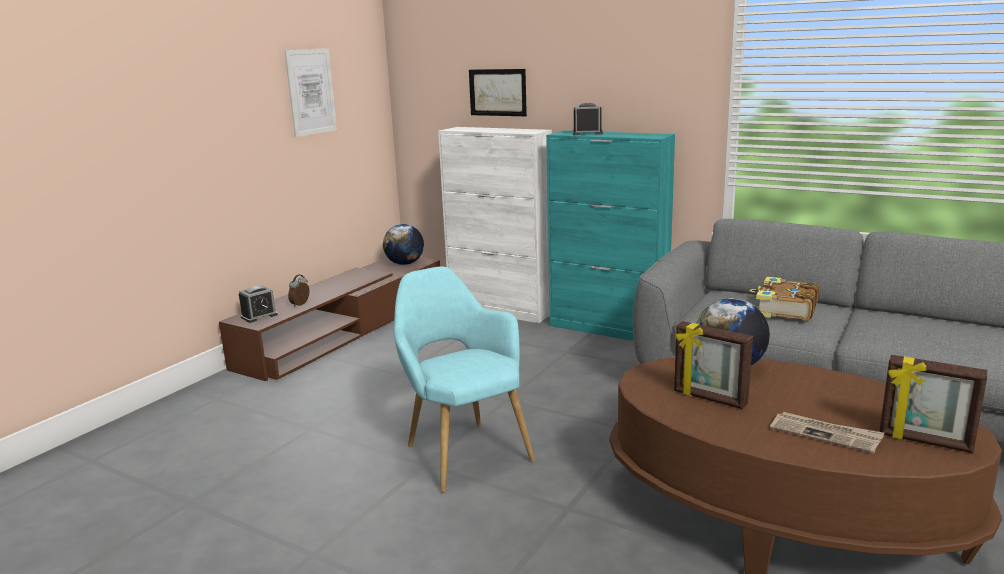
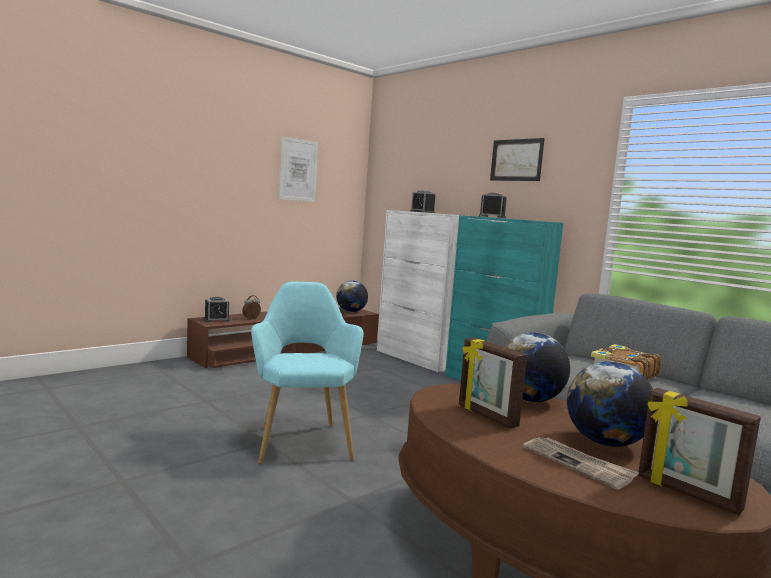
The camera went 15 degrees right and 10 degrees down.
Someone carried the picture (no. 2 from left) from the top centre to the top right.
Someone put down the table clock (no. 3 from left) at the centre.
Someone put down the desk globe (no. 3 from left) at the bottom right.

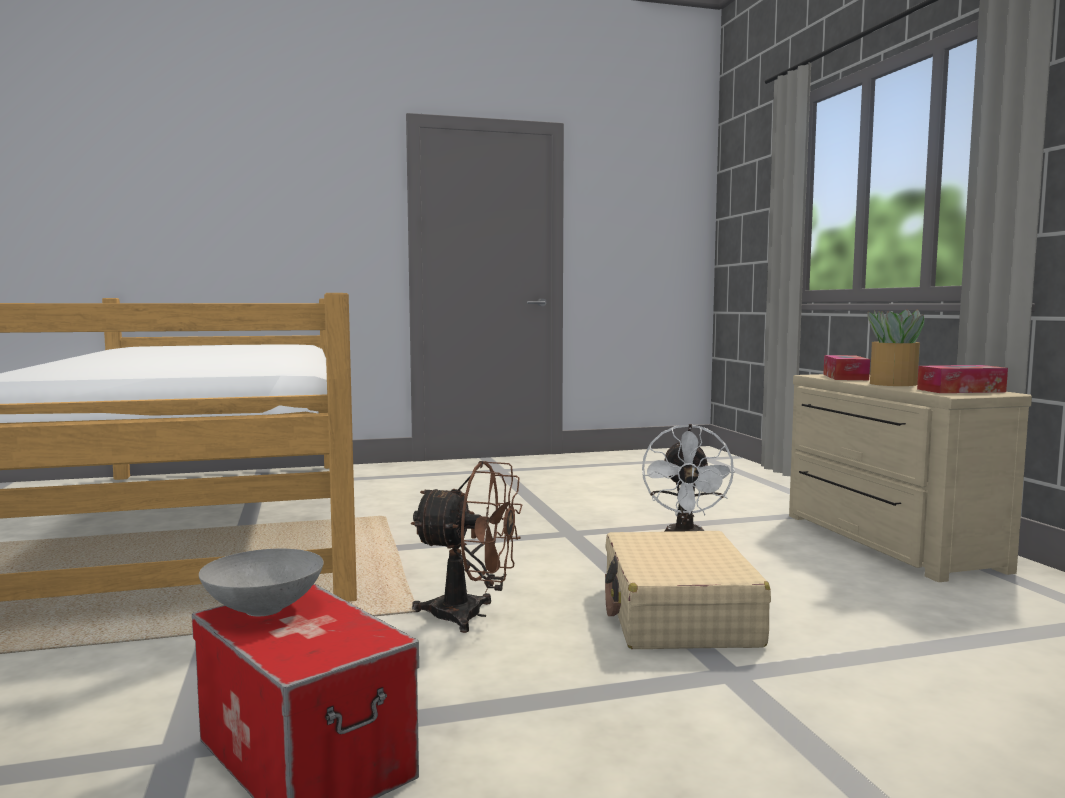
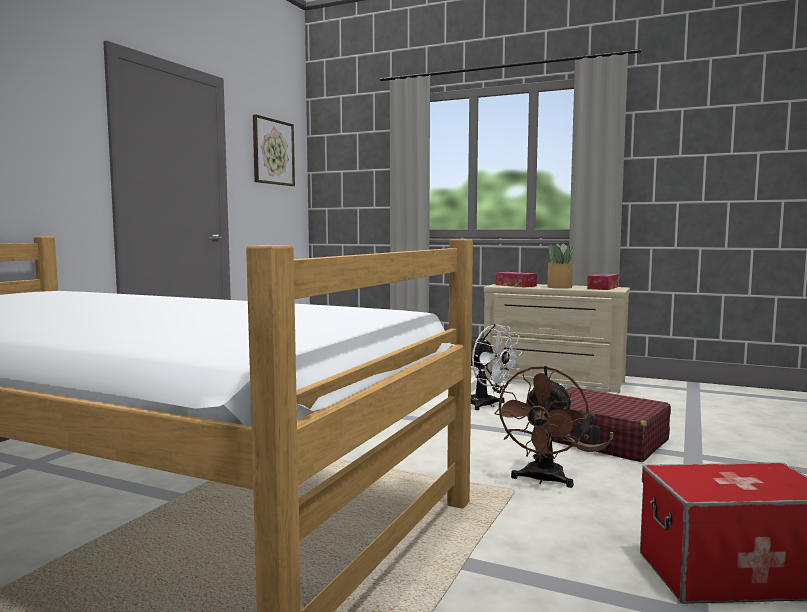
The camera went 50 degrees left and 0 degrees up.
Someone took away the greyish bowl at the bottom left.
Someone rotated the brown electric fan at the bottom centre by 150 degrees clockwise.
Someone repainted the beige piece of luggage at the bottom centre, which became the red-coloured piece of luggage at the bottom right.
Someone put up the picture at the top centre.

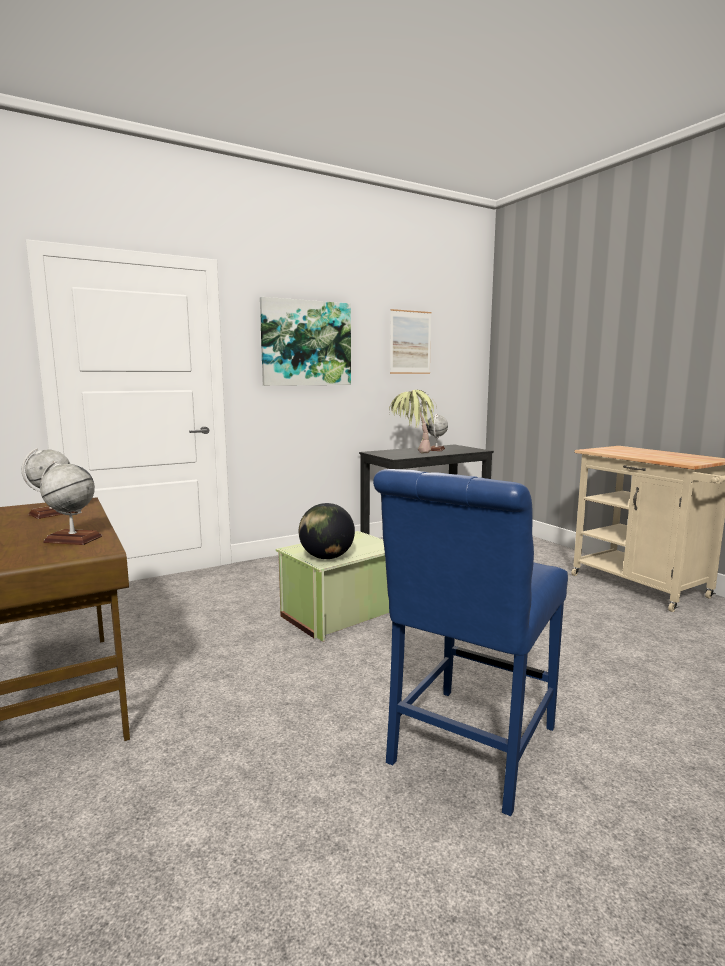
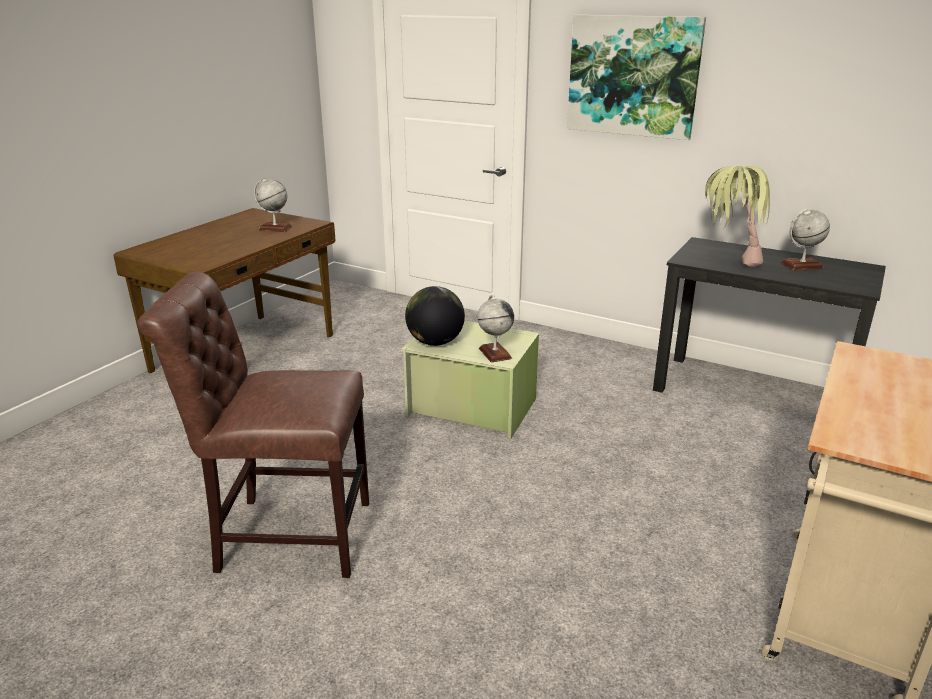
The camera went 60 degrees right and 15 degrees up.
Someone carried the desk globe (no. 2 from left in the first image) from the middle left to the centre.
Someone repainted the blue-coloured chair at the centre, which became the brown chair at the middle left.
Someone took away the picture (no. 2 from left) at the centre.

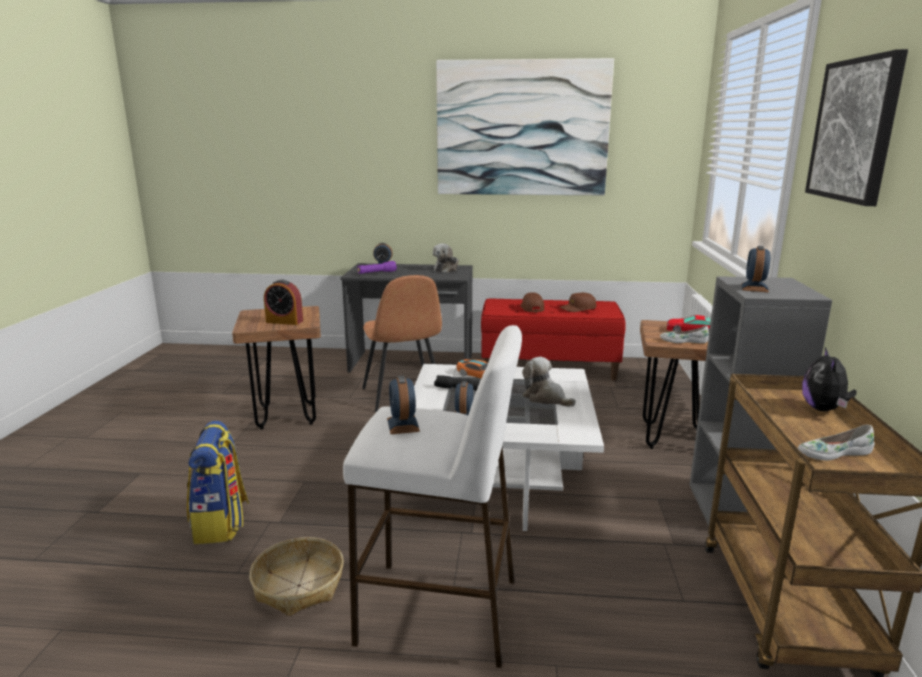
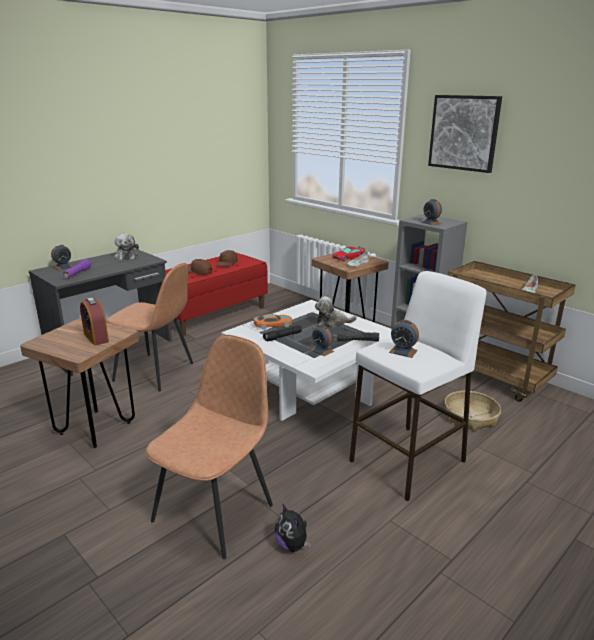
The camera went 50 degrees left and 5 degrees up.
Someone swapped the rucksack at the bottom left for the brown chair (no. 2 from left) at the bottom centre.
Someone carried the household basket from the bottom left to the middle right.
Someone rotated the table clock (no. 1 from left in the first image) at the middle left by 90 degrees clockwise.
Someone took away the picture (no. 1 from left) at the top centre.
Someone carried the cuddly toy (no. 3 from left in the first image) from the middle right to the bottom centre.
Someone put down the black-coloured hand torch (no. 2 from left) at the centre.

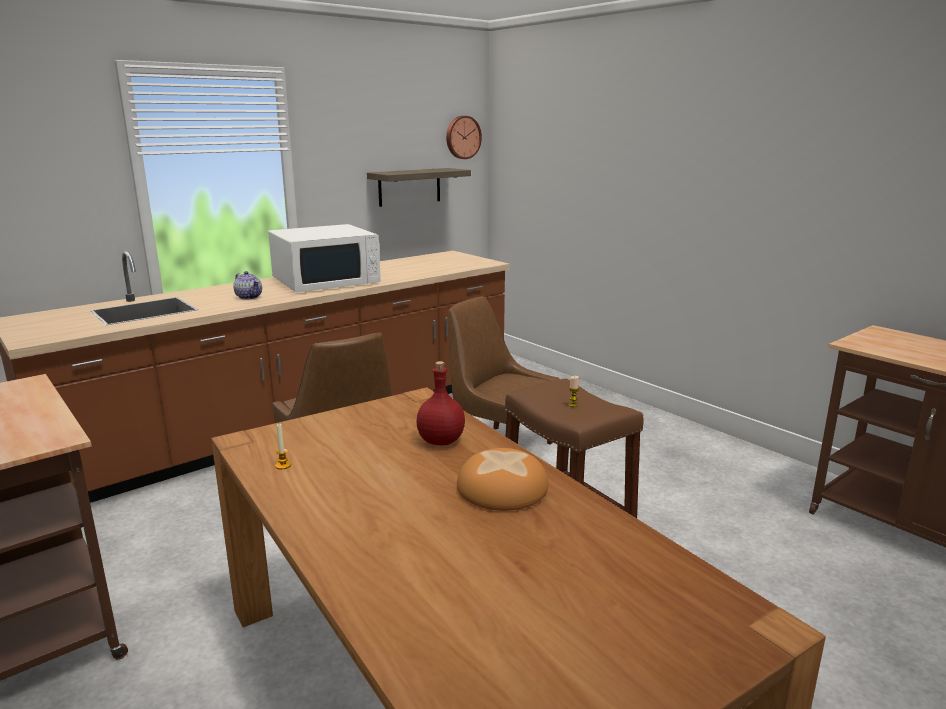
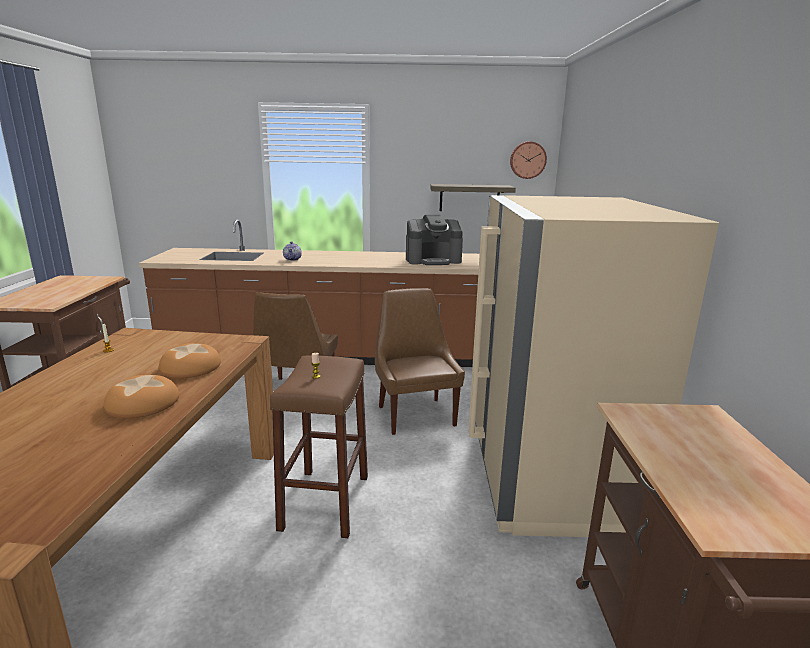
The camera went 40 degrees right and 0 degrees up.
Someone took away the whitish kitchen microwave at the centre.
Someone swapped the red-coloured bottle at the centre for the baked bread (no. 2 from left) at the middle left.
Someone put down the coffee maker at the centre.
Someone put down the beige kitchen fridge at the middle right.

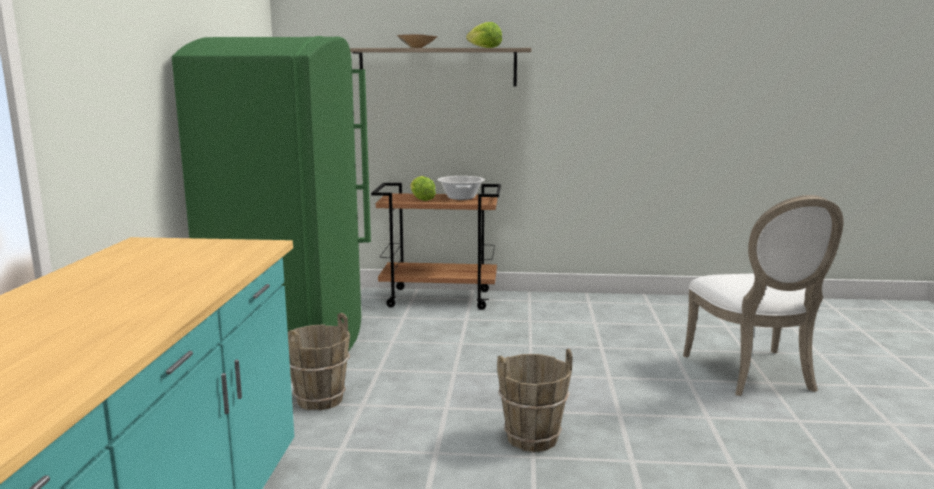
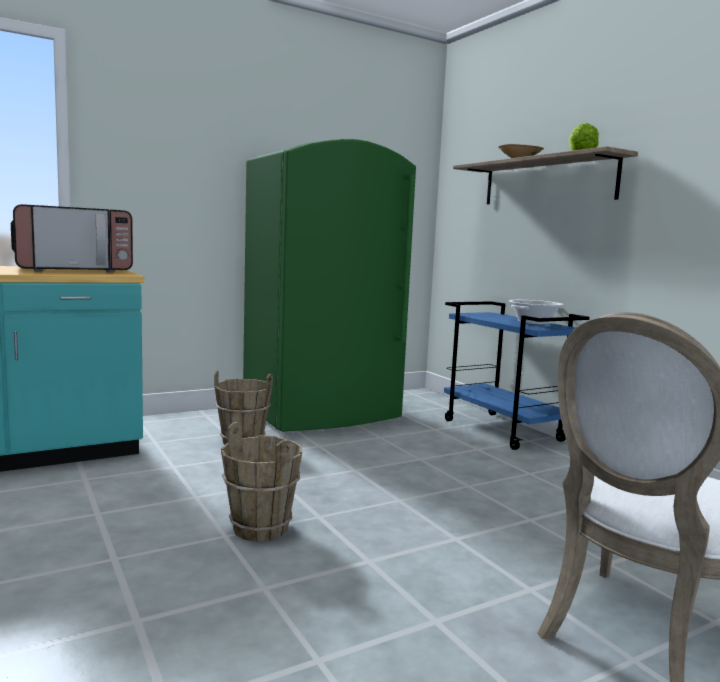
The camera went 55 degrees right and 5 degrees down.
Someone repainted the brown wheeled cart at the centre, which became the blue-coloured wheeled cart at the middle right.
Someone took away the lettuce head (no. 1 from left) at the centre.
Someone put down the kitchen microwave at the middle left.

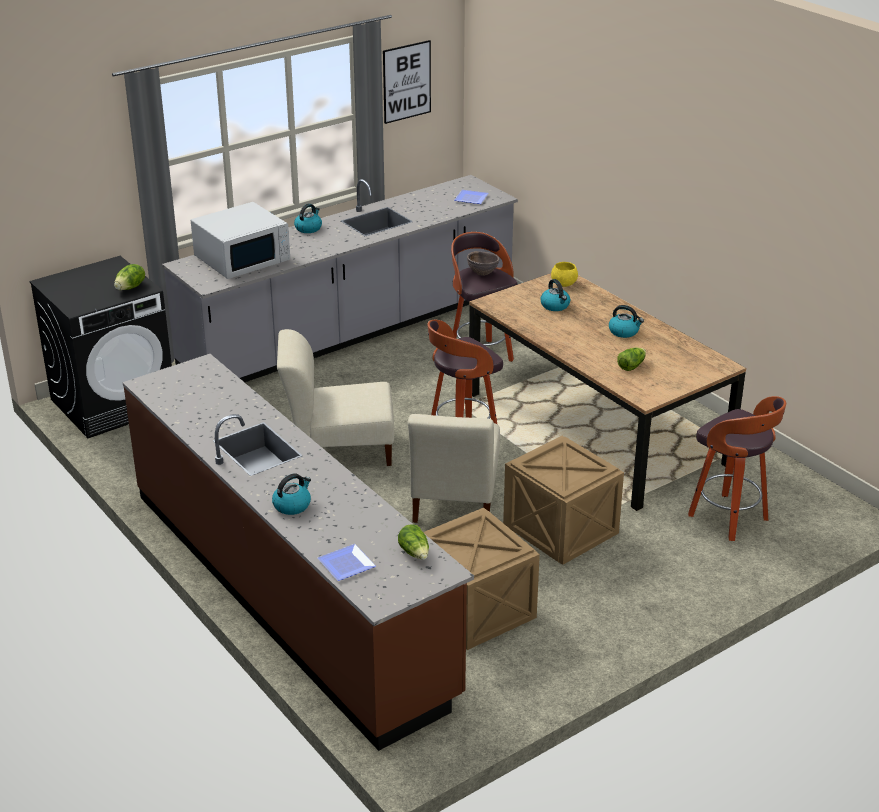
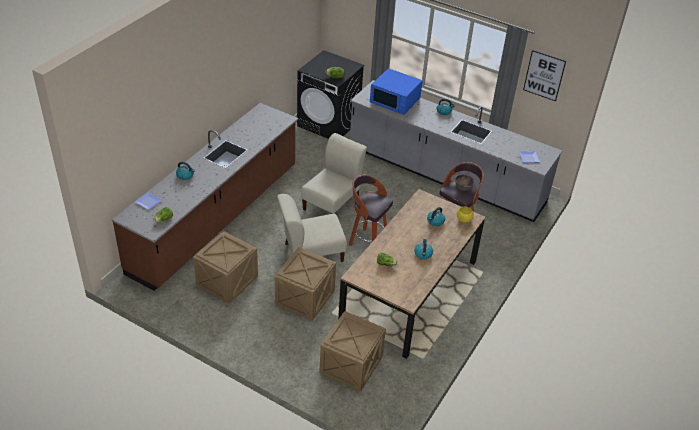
The camera went 65 degrees right and 10 degrees up.
Someone repainted the whitish kitchen microwave at the top left, which became the blue-coloured kitchen microwave at the top centre.
Someone rotated the beige chair (no. 1 from left in the first image) at the centre by 60 degrees clockwise.
Someone swapped the sitting stool (no. 3 from left) at the middle right for the packing crate (no. 3 from left) at the bottom centre.

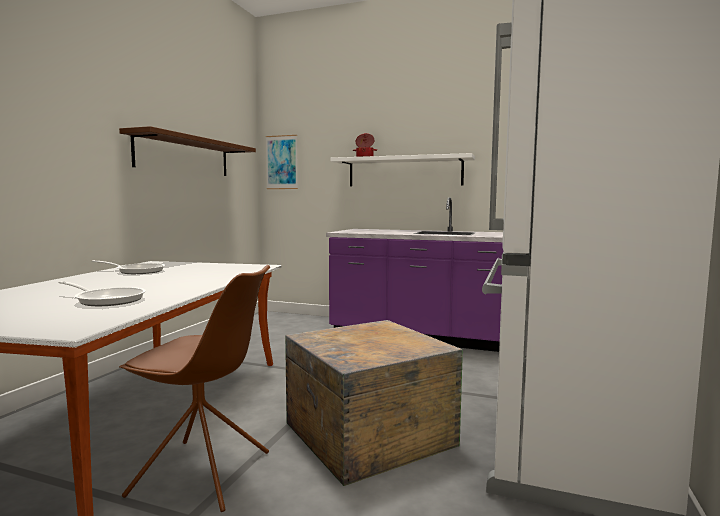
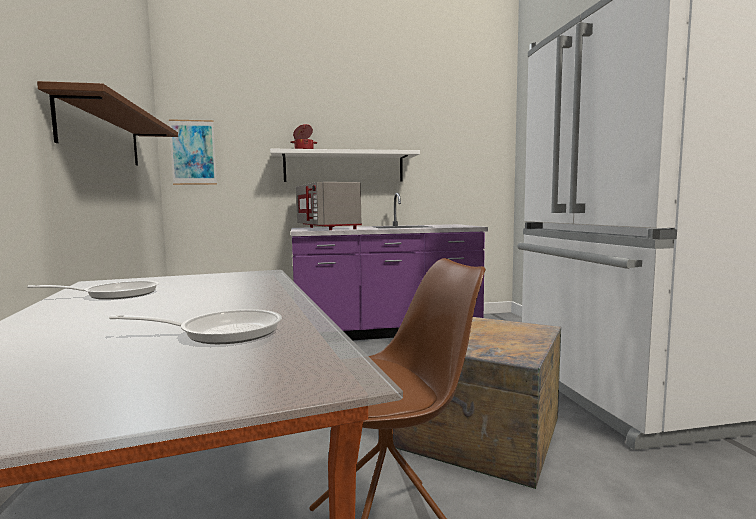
The camera went 30 degrees left and 0 degrees up.
Someone put down the greyish kitchen microwave at the centre.

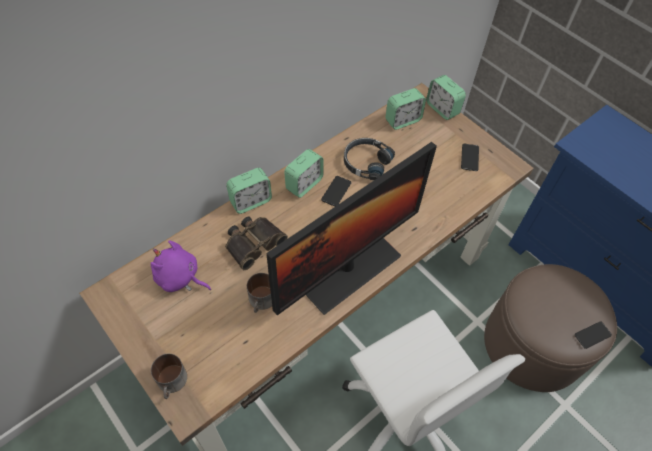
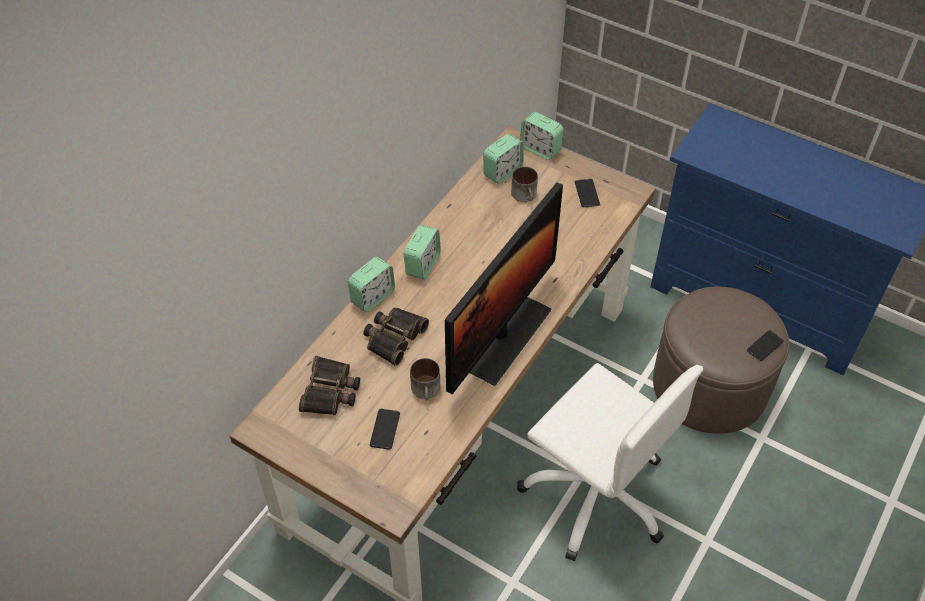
The camera went 15 degrees left and 5 degrees down.
Someone swapped the purple cuddly toy at the middle left for the binoculars (no. 1 from left) at the centre.
Someone carried the mug (no. 1 from left in the first image) from the bottom left to the top centre.
Someone carried the phone (no. 1 from left) from the centre to the bottom centre.
Someone took away the black-coloured headphones at the centre.

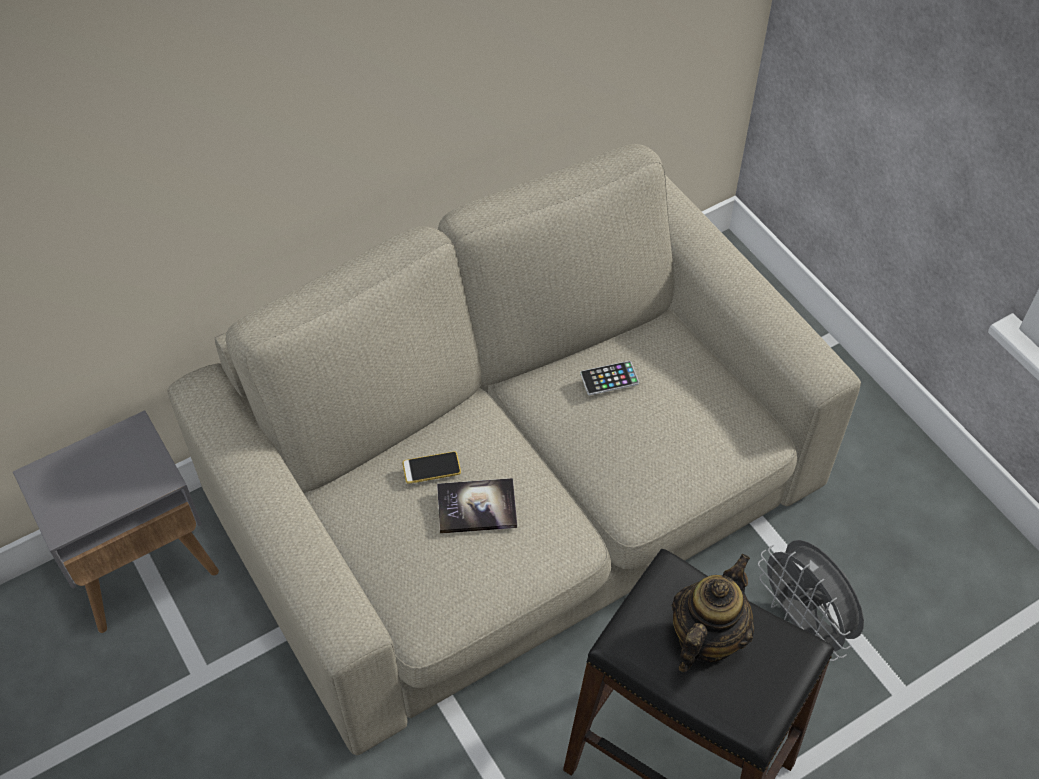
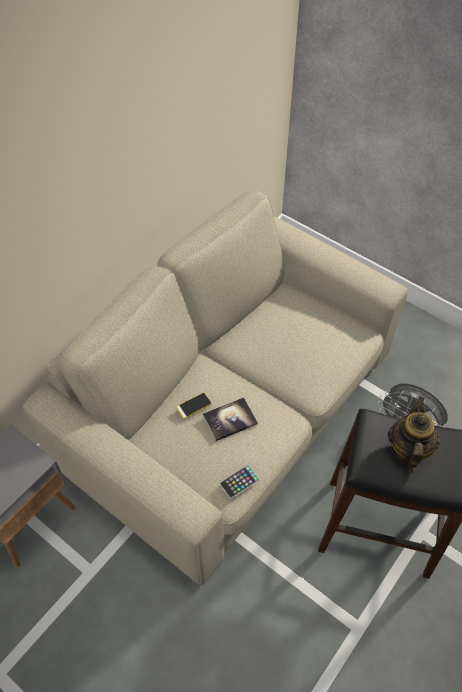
The camera went 20 degrees left and 0 degrees up.
Someone carried the phone (no. 2 from left) from the centre to the bottom centre.

